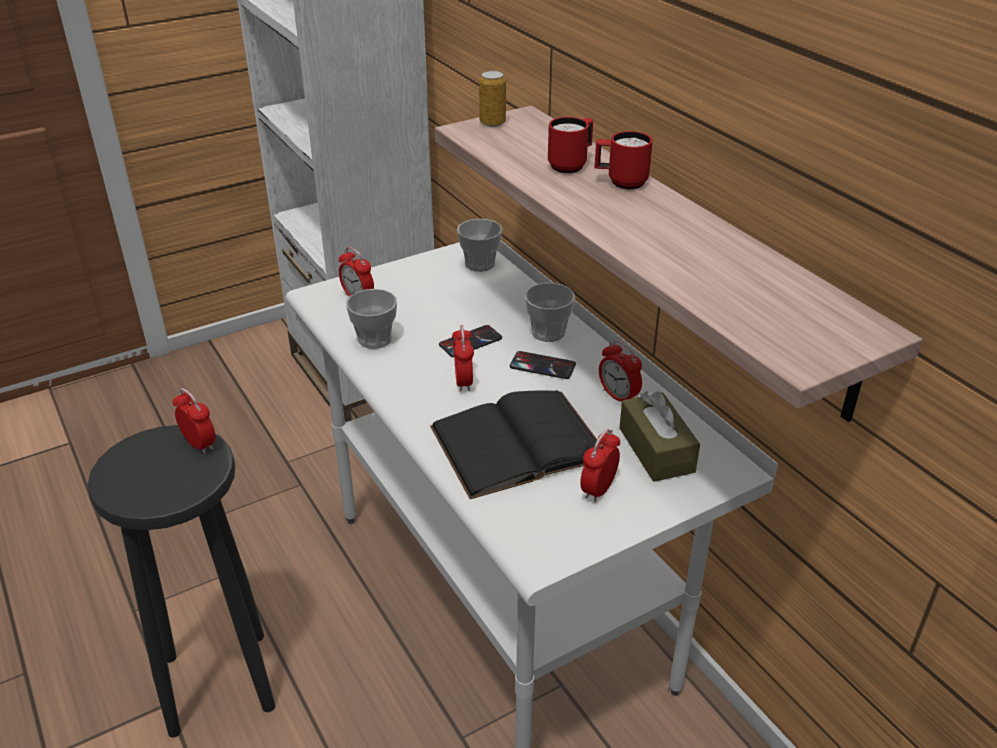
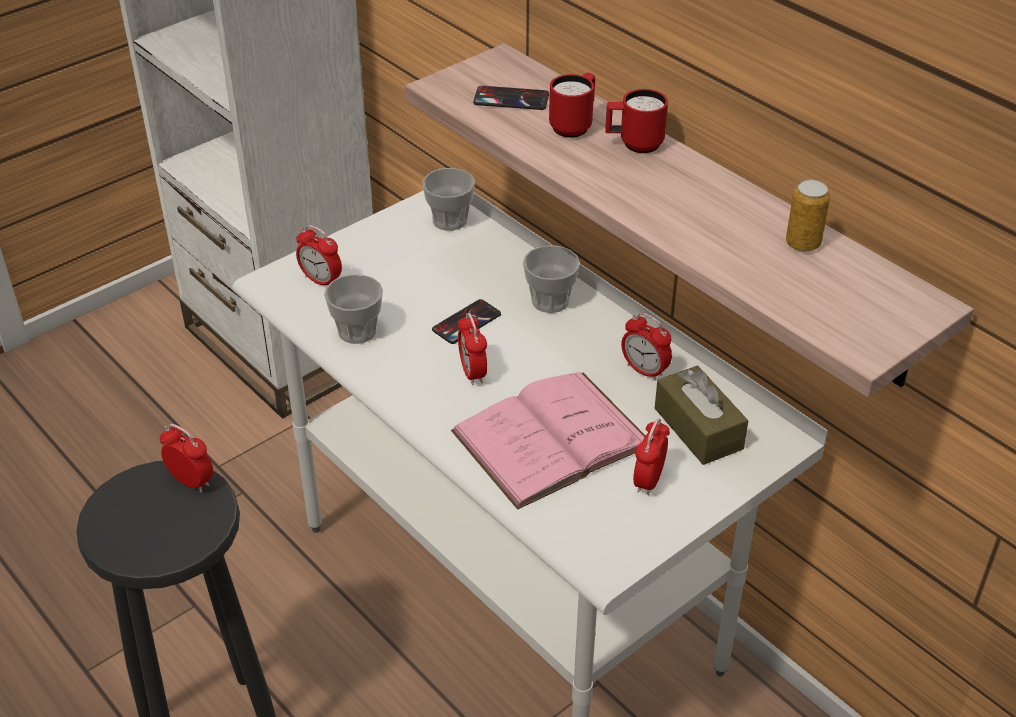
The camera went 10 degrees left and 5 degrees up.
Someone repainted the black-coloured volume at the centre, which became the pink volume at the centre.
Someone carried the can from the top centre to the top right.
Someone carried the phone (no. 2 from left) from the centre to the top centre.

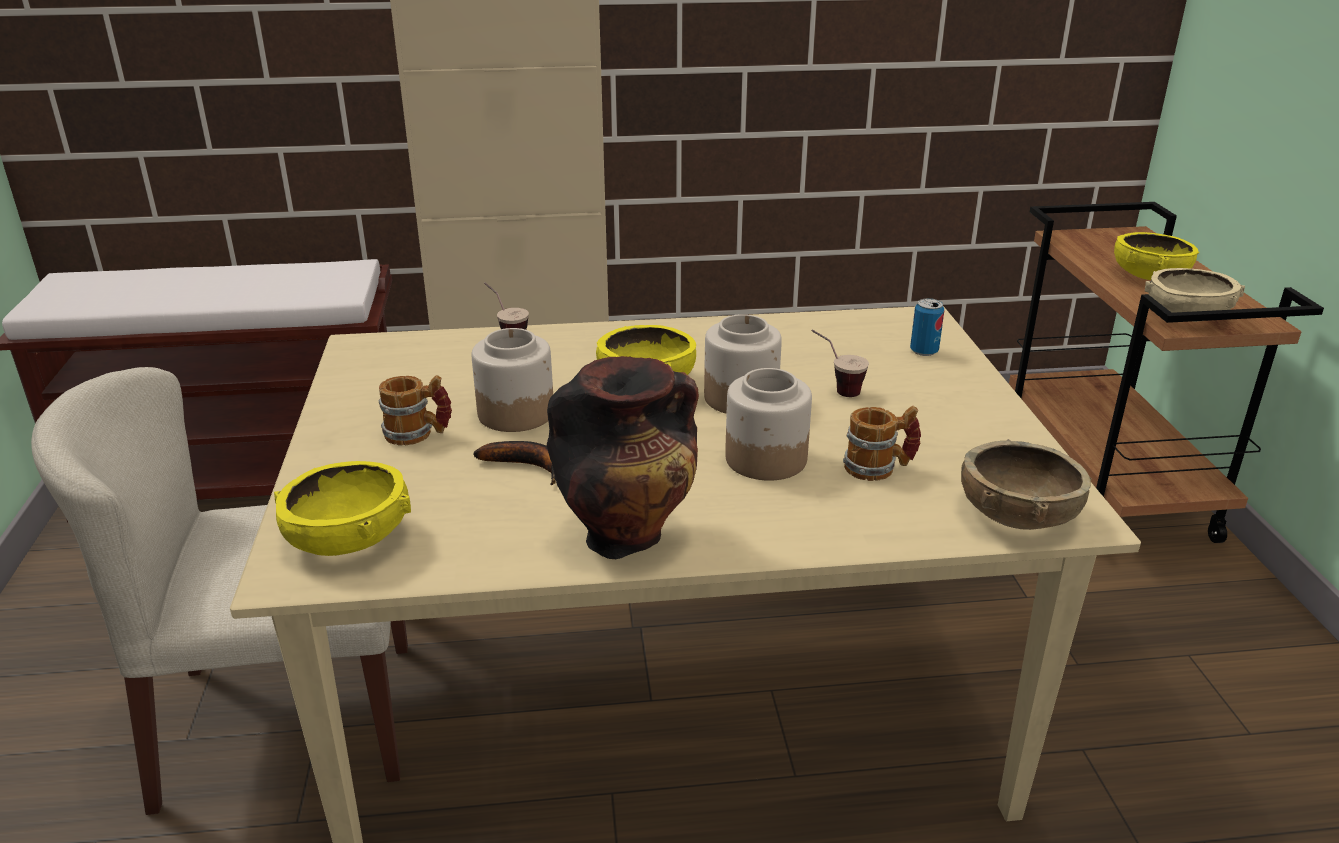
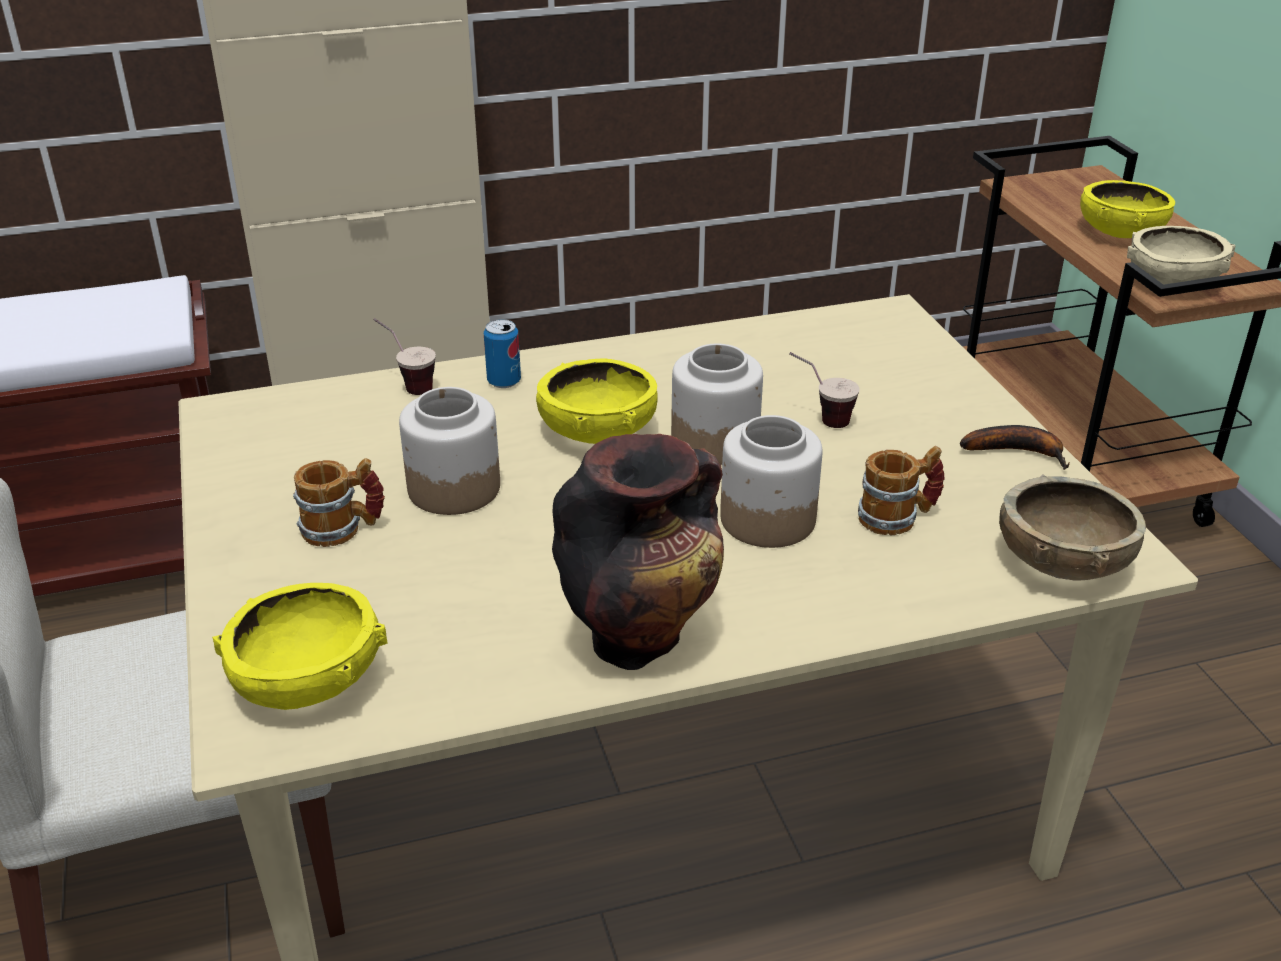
The camera went 10 degrees left and 5 degrees up.
Someone carried the whole banana from the centre to the middle right.
Someone carried the can from the middle right to the centre.

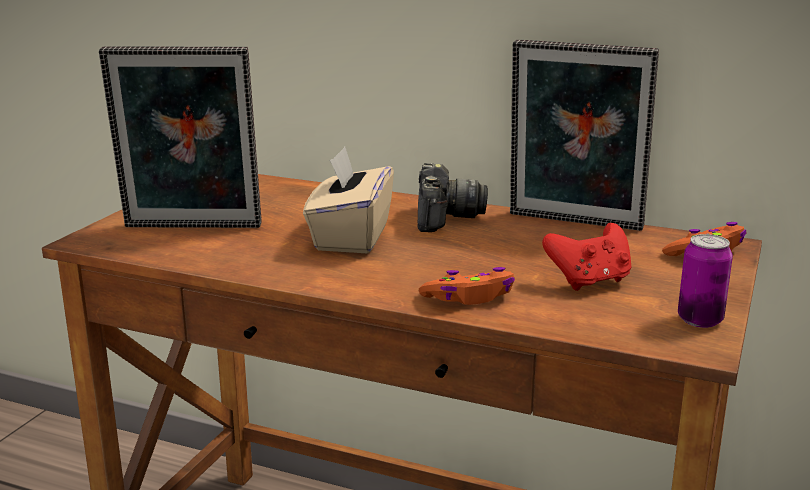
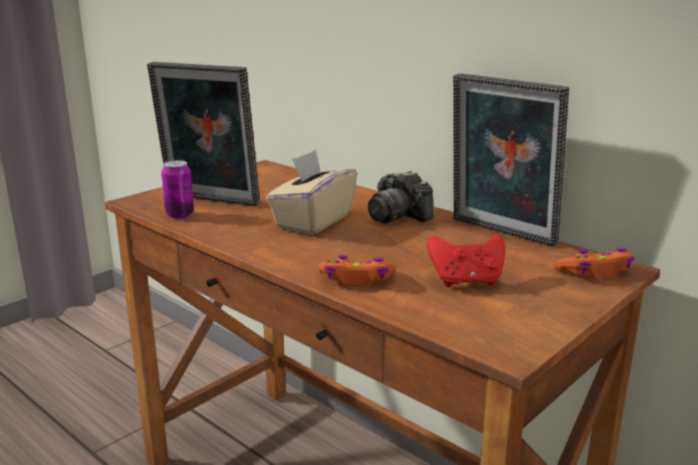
The camera went 20 degrees right and 0 degrees up.
Someone rotated the photo camera at the centre by 120 degrees clockwise.
Someone carried the can from the middle right to the middle left.

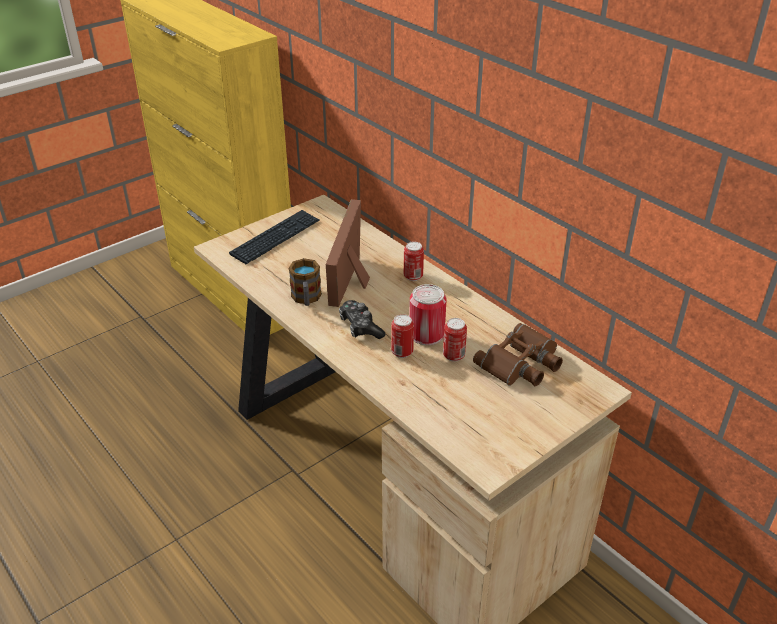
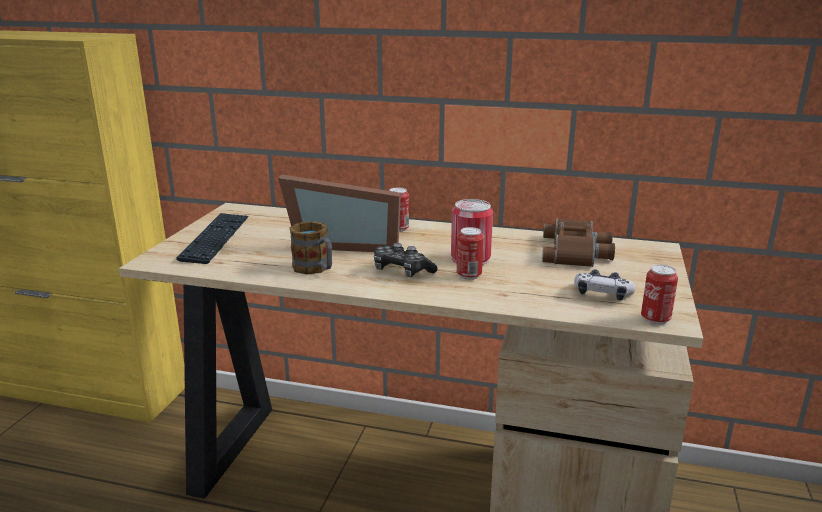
The camera went 35 degrees left and 15 degrees down.
Someone rotated the photo frame at the centre by 60 degrees counterclockwise.
Someone carried the can (no. 4 from left) from the centre to the middle right.
Someone put down the joypad (no. 2 from left) at the middle right.

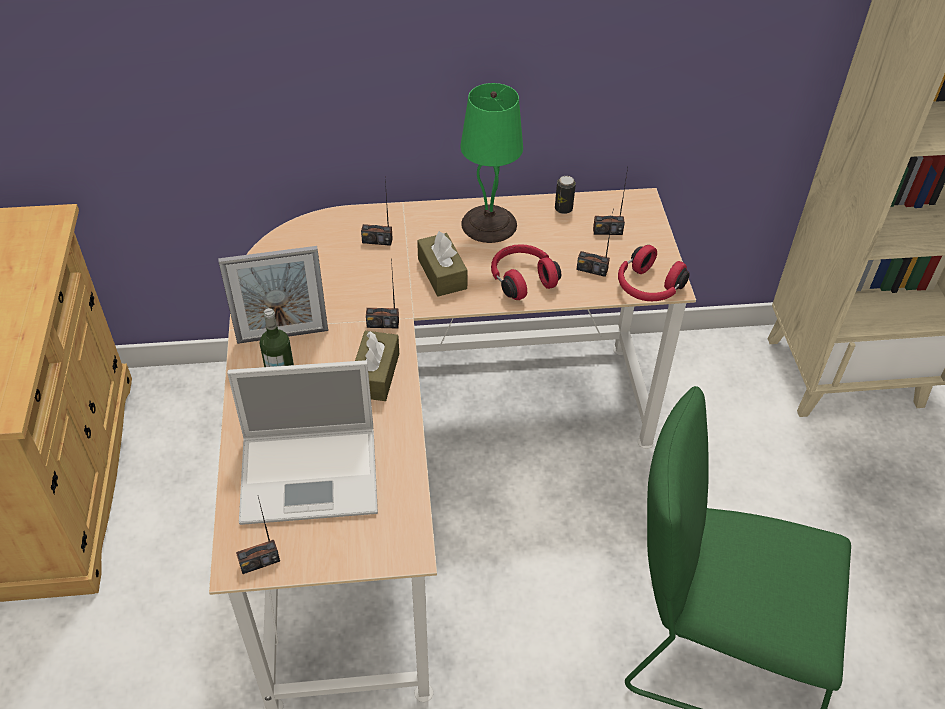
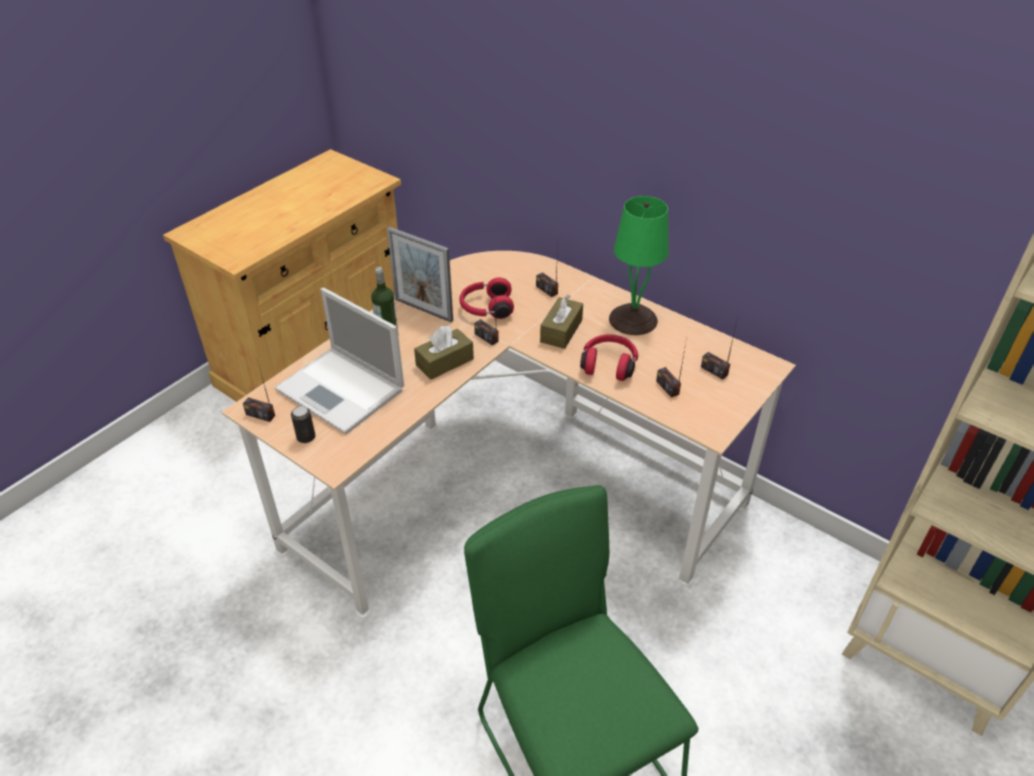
The camera went 45 degrees right and 5 degrees down.
Someone carried the can from the top centre to the middle left.
Someone carried the red-coloured headphones (no. 2 from left in the first image) from the middle right to the centre.

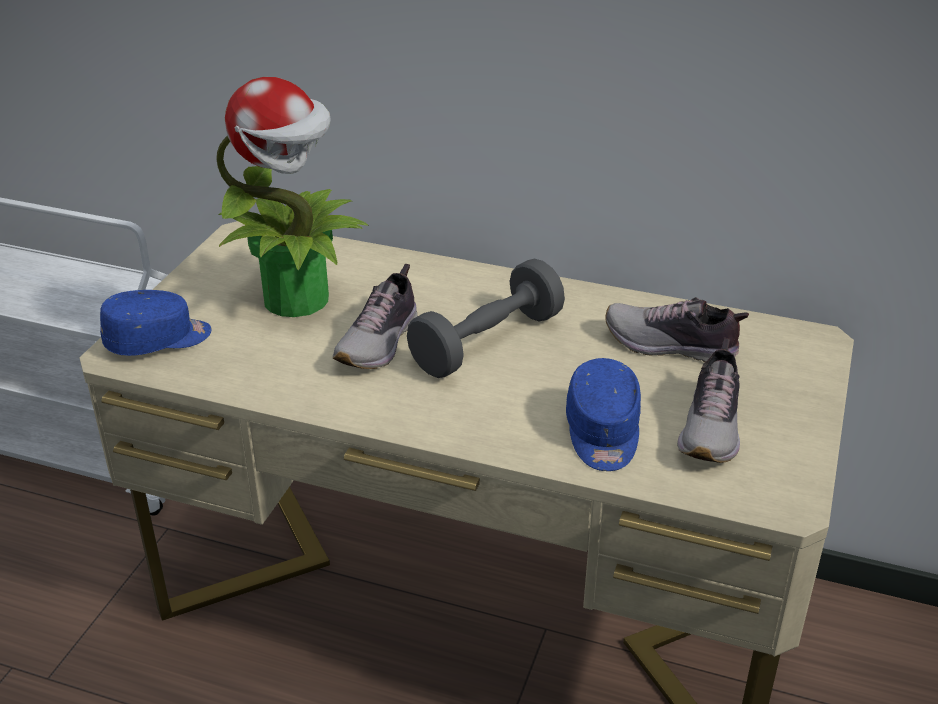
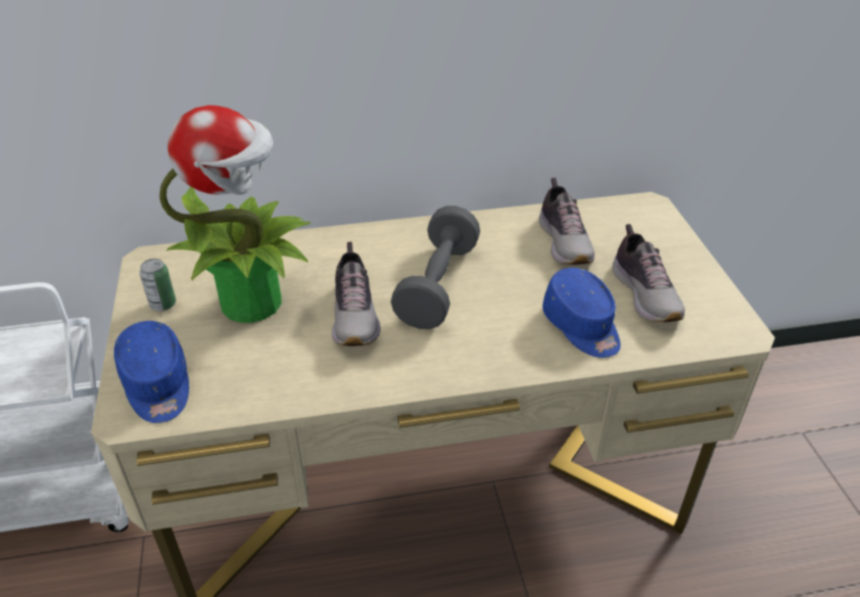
The camera went 30 degrees left and 5 degrees up.
Someone rotated the blue-coloured cap (no. 1 from left) at the middle left by 120 degrees clockwise.
Someone rotated the item of footwear (no. 2 from left) at the middle right by 90 degrees counterclockwise.
Someone put down the can at the middle left.

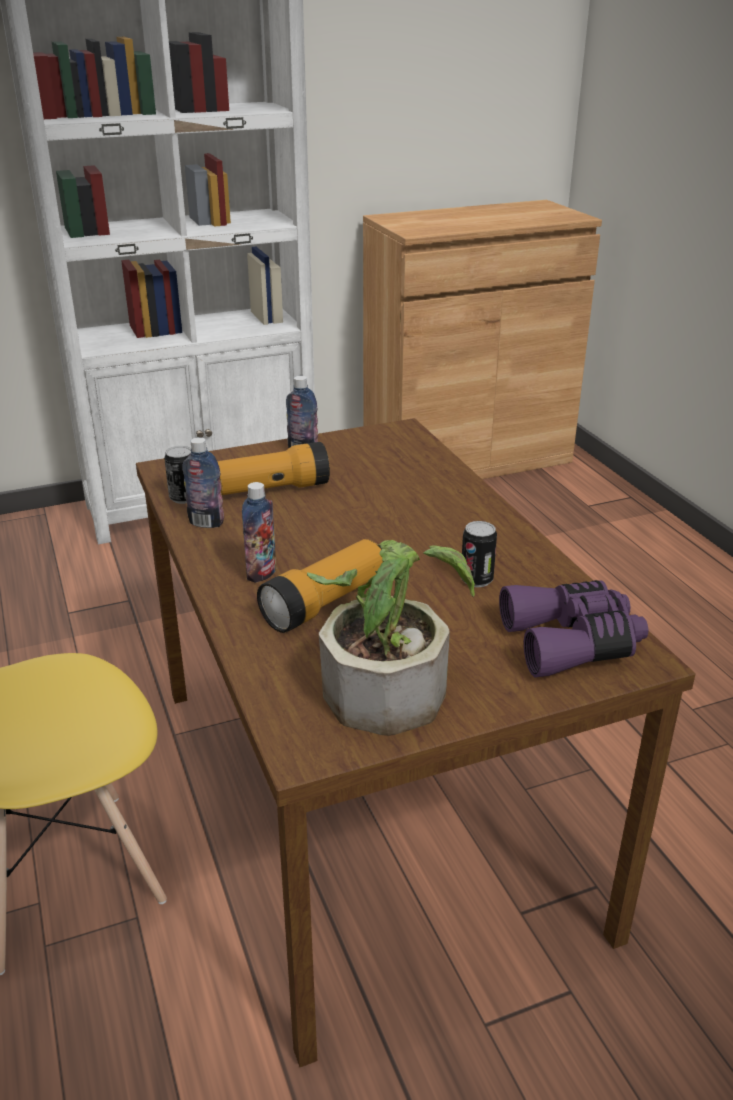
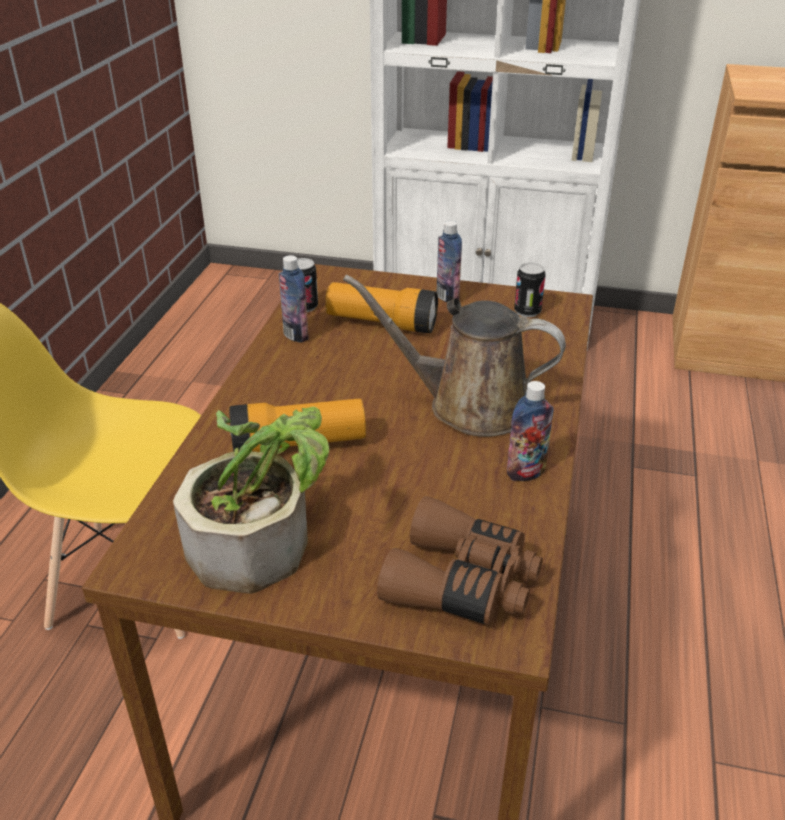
The camera went 35 degrees right and 5 degrees up.
Someone carried the bottle (no. 2 from left in the first image) from the centre to the middle right.
Someone carried the can (no. 2 from left) from the centre to the middle right.
Someone repainted the purple binoculars at the middle right, which became the brown binoculars at the bottom centre.
Someone put down the brown sprinkling can at the centre.

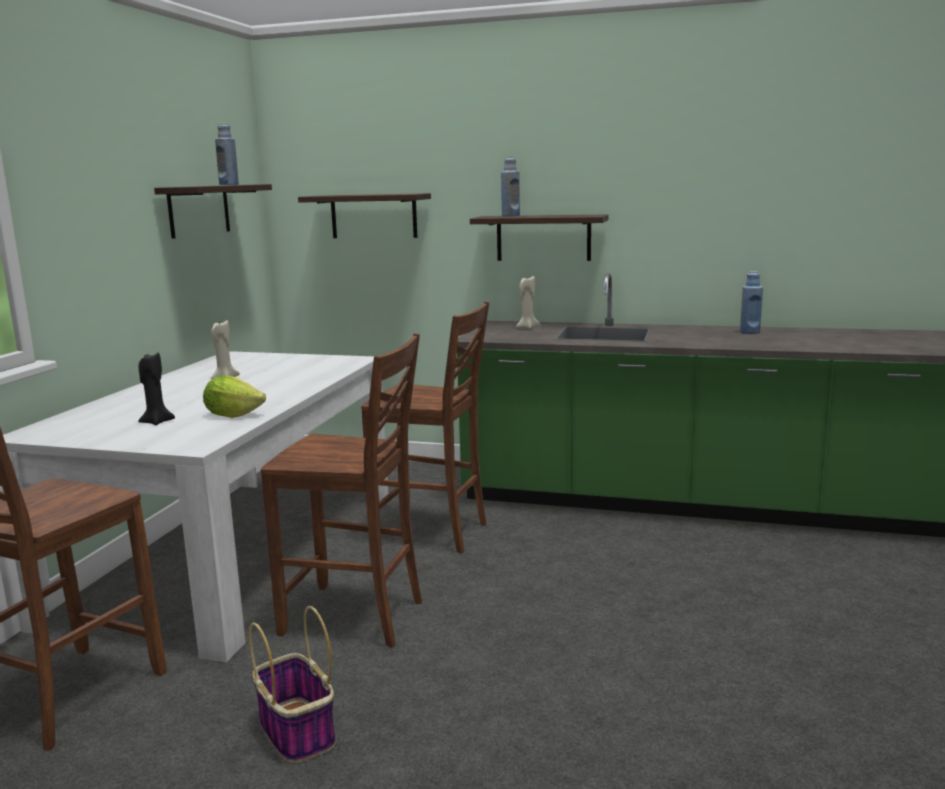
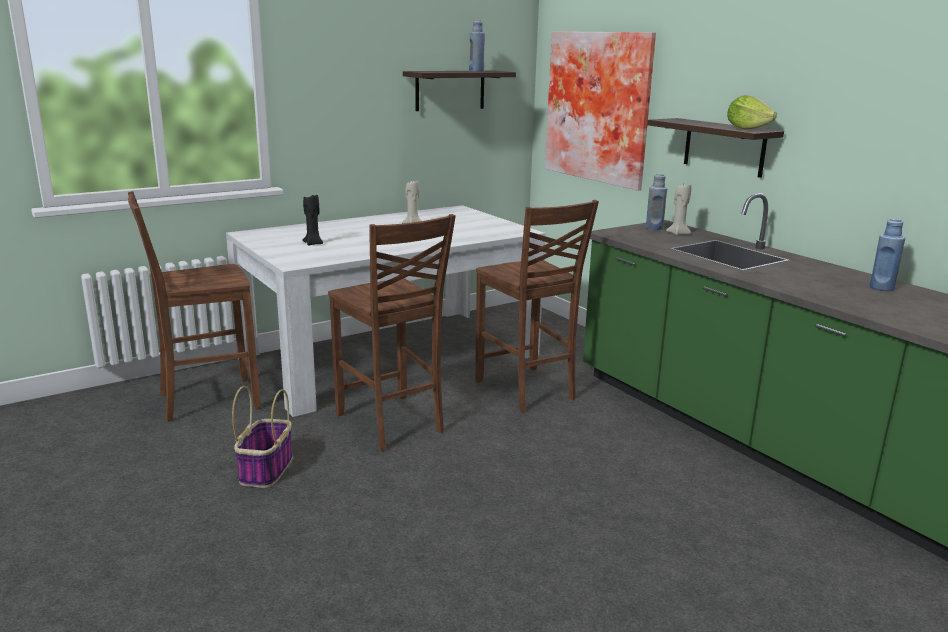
The camera went 40 degrees right and 5 degrees up.
Someone carried the lettuce head from the middle left to the top right.
Someone swapped the shelf (no. 2 from left) at the top centre for the picture at the top centre.
Someone carried the blue-coloured bottle (no. 2 from left) from the top centre to the top right.

